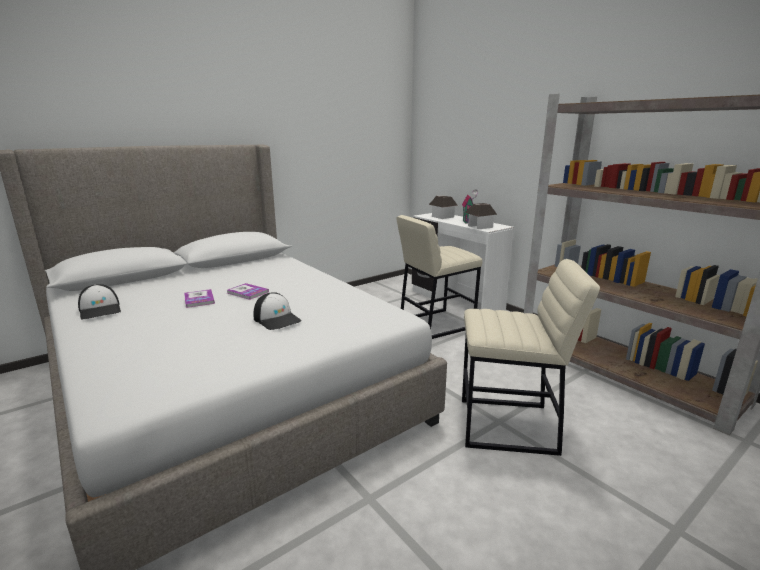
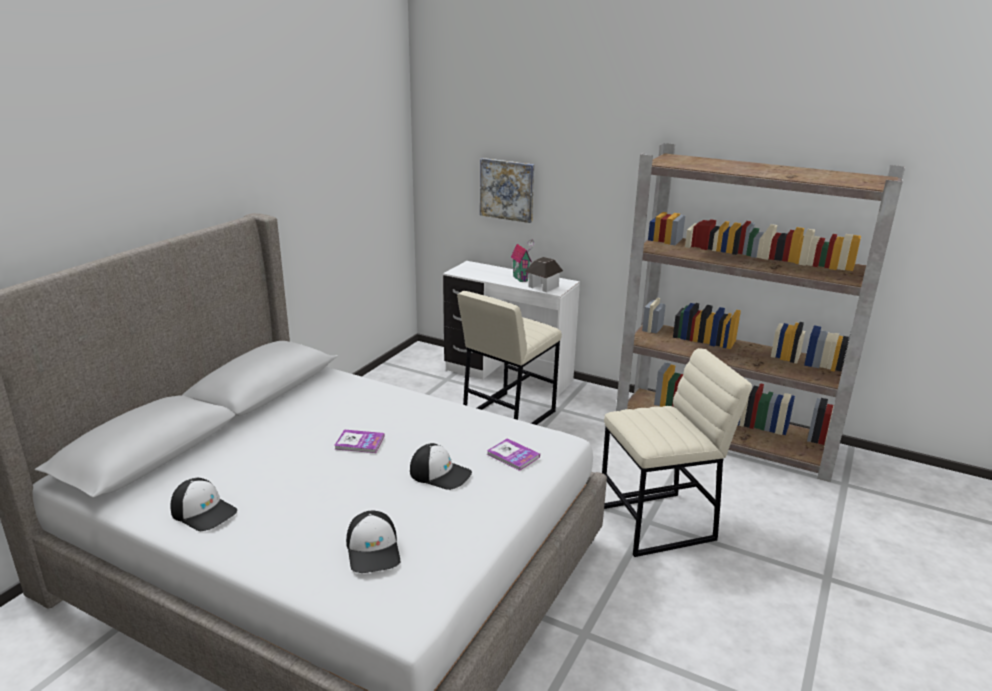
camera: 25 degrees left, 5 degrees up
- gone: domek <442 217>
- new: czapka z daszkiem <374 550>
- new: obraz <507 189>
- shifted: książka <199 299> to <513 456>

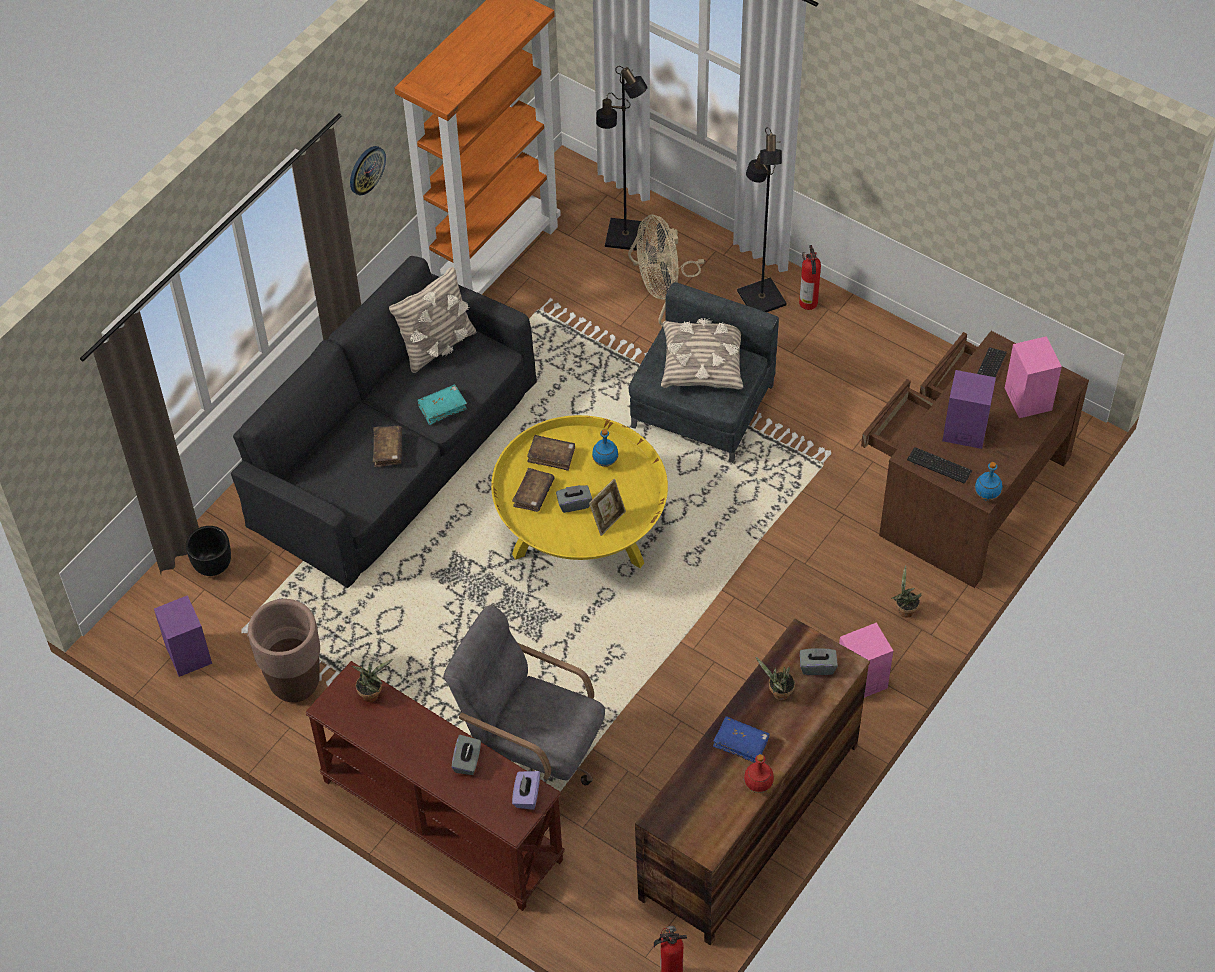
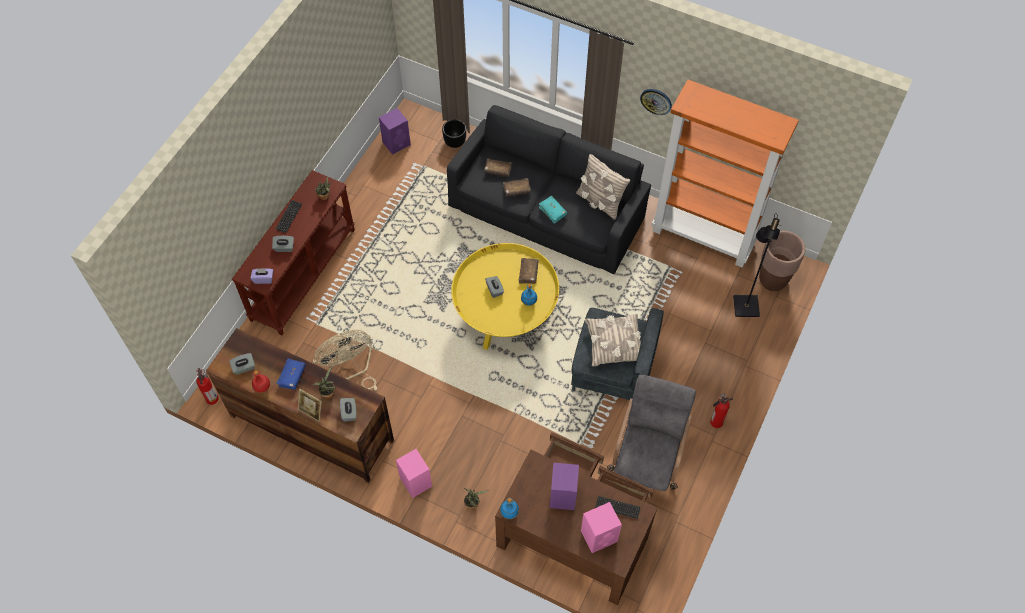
camera: 80 degrees right, 5 degrees up
- gone: lampa stojąca [czarny] <761 298>
- new: pudełko chusteczek [szary] <244 367>
- shifted: donica [brązowy] <294 683> to <773 280>
- shifted: krzesło biurowe [szary] <531 759> to <645 465>
- shifted: książka [brązowy] <533 494> to <497 170>
- shifted: ramka na zdjęcie <608 519> to <311 411>
- shifted: wentylator [beżowy] <664 288> to <351 369>
- shifted: klawiatura <939 466> to <289 217>

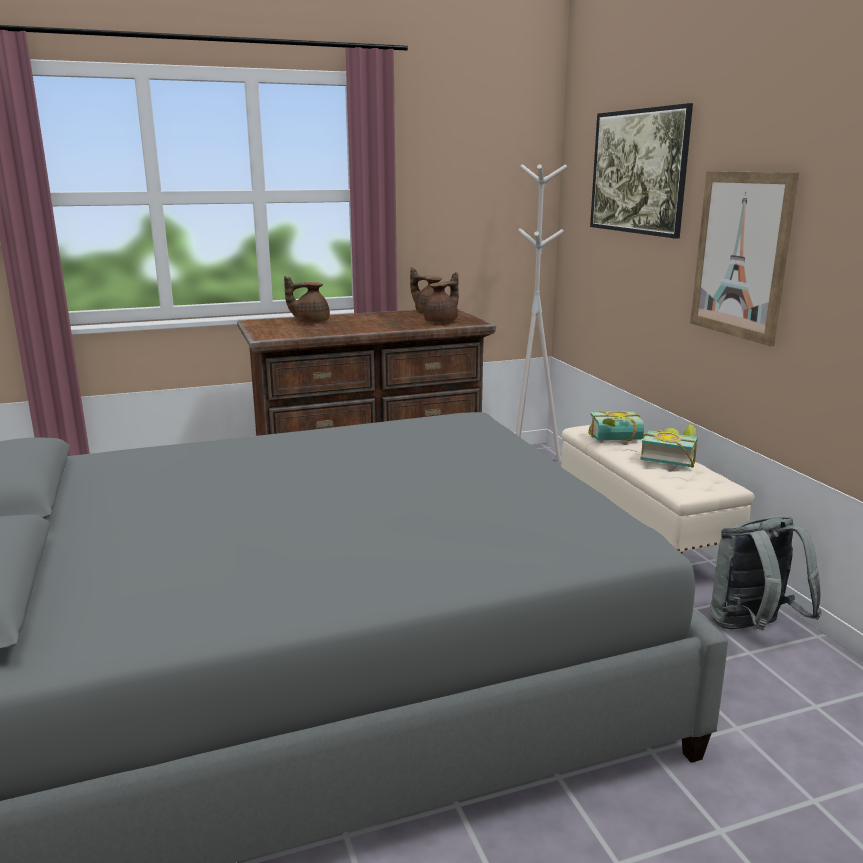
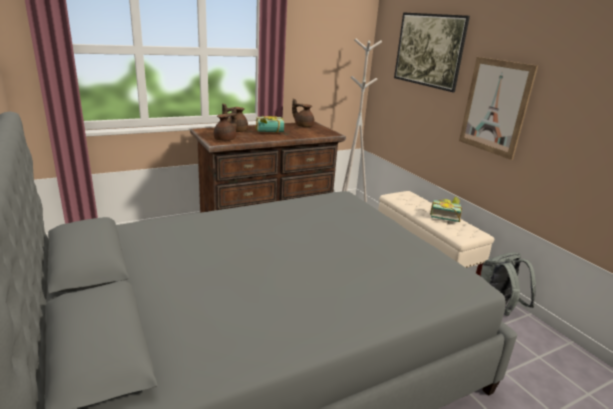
camera: 10 degrees left, 5 degrees up
- shifted: imbryk [brązowy] <442 321> to <226 139>
- shifted: książka <616 440> to <270 132>

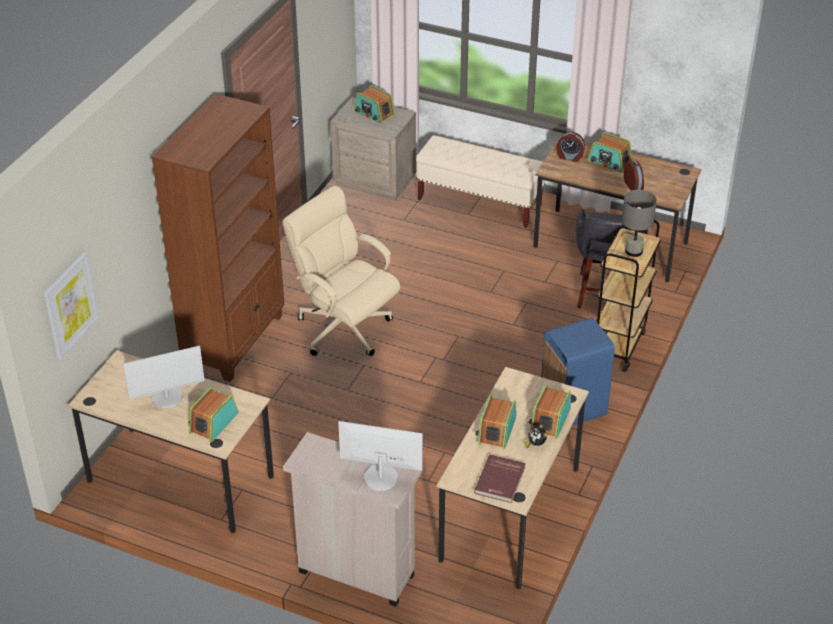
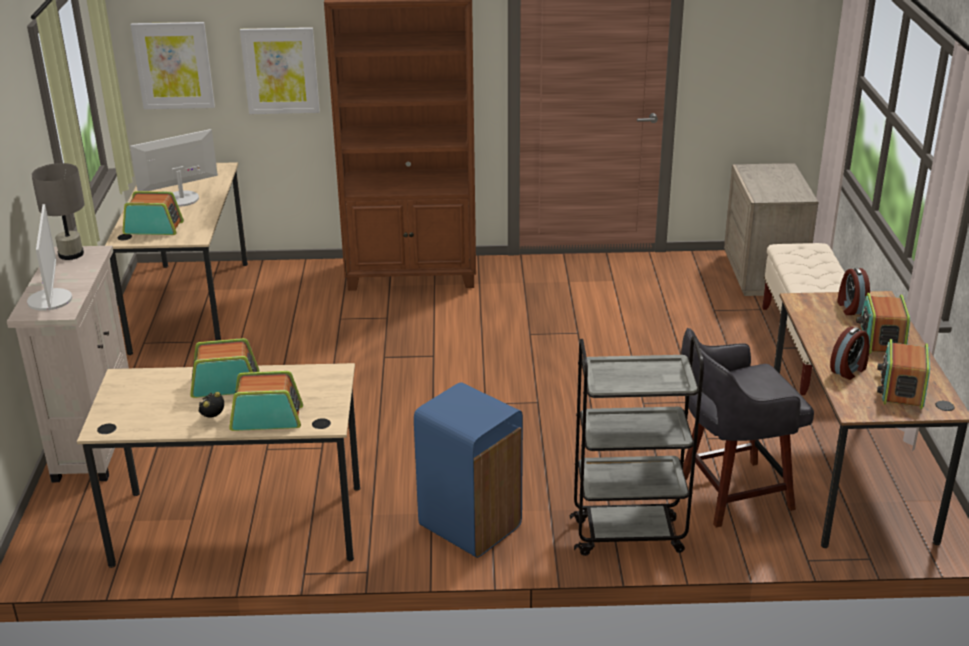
camera: 65 degrees right, 10 degrees down
- gone: krzesło biurowe [beżowy] <344 329>
- gone: książka [czerwony] <501 480>
- new: obraz <280 70>
- shifted: radio <374 113> to <901 389>
- shifted: lampa stołowa [szary] <634 251> to <70 254>
- repainted: wózek [brązowy] <619 349> to wózek [szary] <627 537>
- rotated: monitor <167 397> = <181 199> 105 degrees clockwise

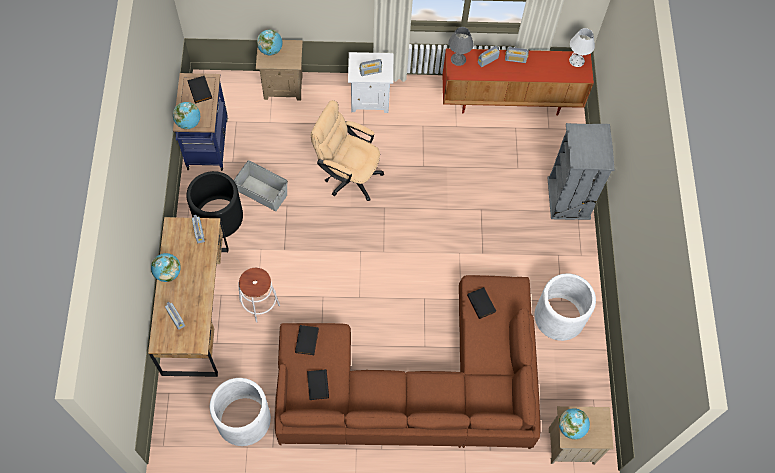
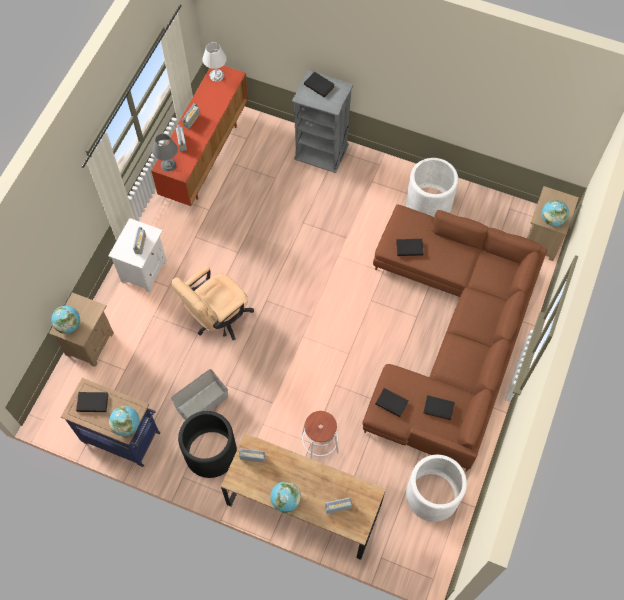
camera: 65 degrees left, 0 degrees up
- new: książka [czarny] <319 85>

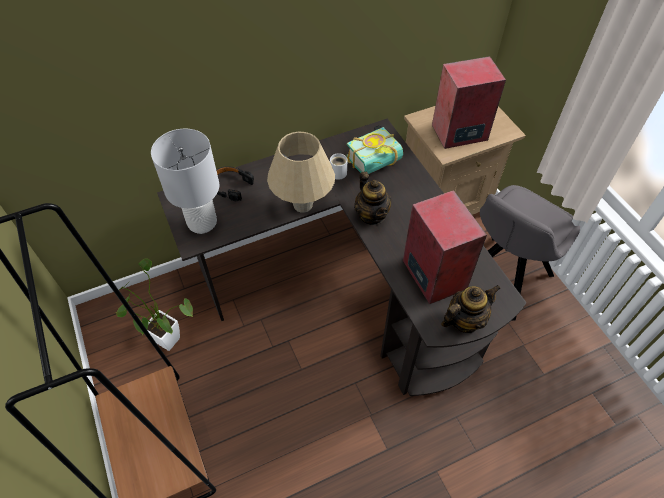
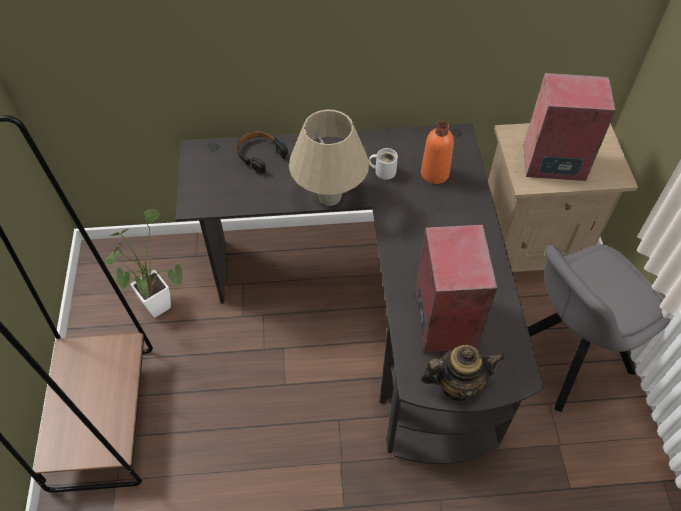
camera: 20 degrees right, 0 degrees up
- gone: lampa stołowa [szary] <203 224>
- gone: imbryk <372 215>
- swapped: książka <376 164> to butelka [pomarańczowy] <434 174>

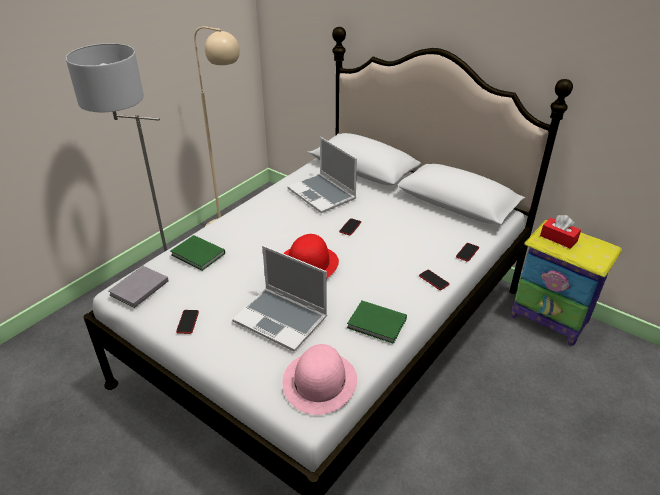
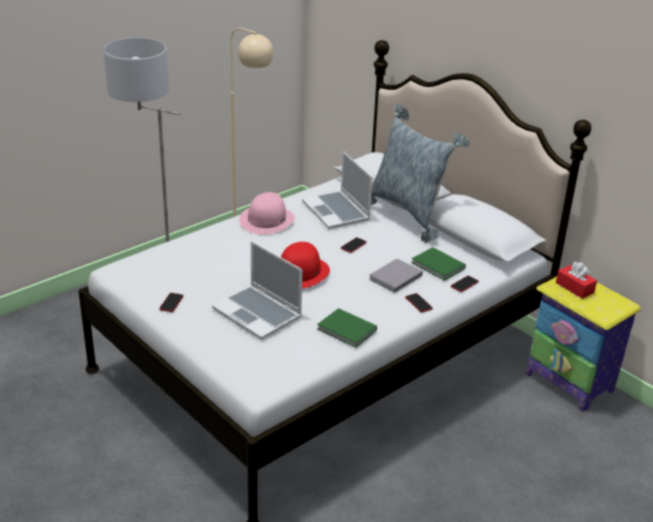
camera: 10 degrees right, 5 degrees down
- new: poduszka <408 218>
- shifted: książka [szary] <137 288> to <394 277>
- shifted: książka [zielony] <198 255> to <438 266>
- shifted: kapelusz [różowy] <319 381> to <267 220>

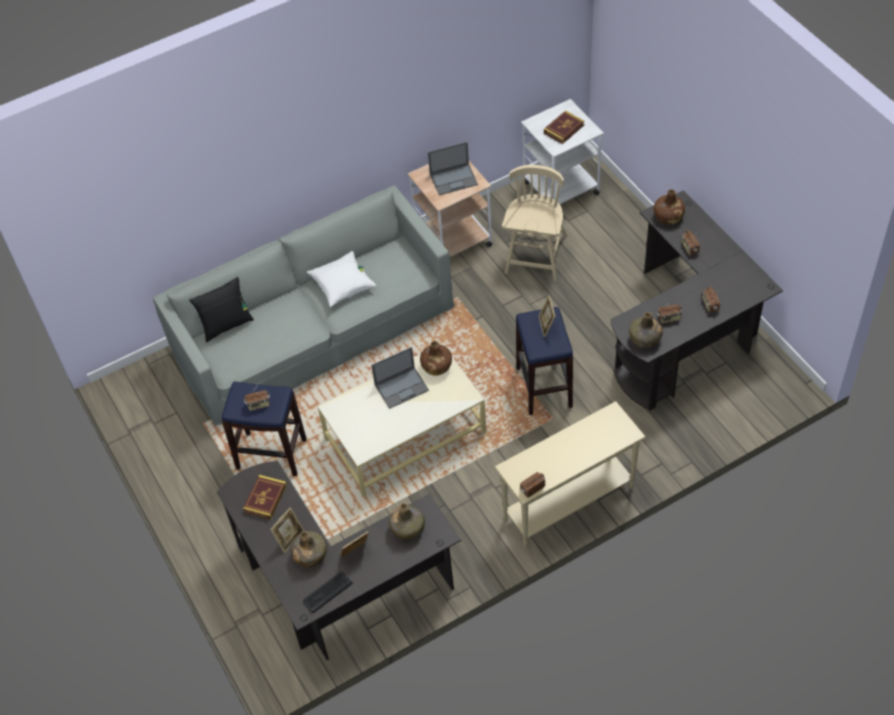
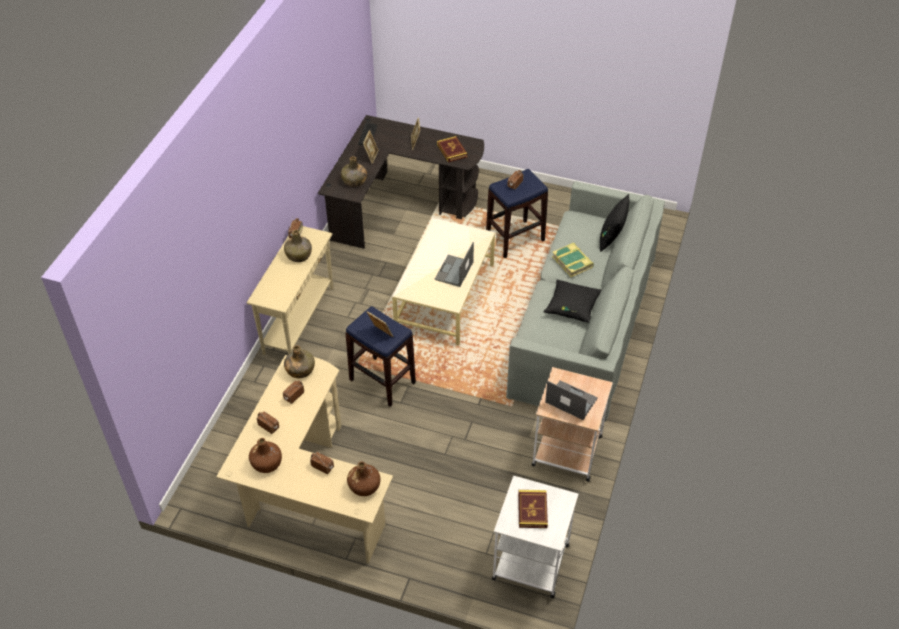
camera: 135 degrees right, 5 degrees down
- gone: krzesło [beżowy] <536 255>
- new: książka <572 262>
- shifted: butelka [zielony] <310 555> to <299 255>
- shifted: butelka [brązowy] <436 366> to <267 463>
- repainted: poduszka [biały] <342 285> to poduszka [czarny] <572 307>
- repainted: biurko [czarny] <686 333> to biurko [beżowy] <307 490>
- rotated: laptop <454 179> = <570 400> 90 degrees clockwise

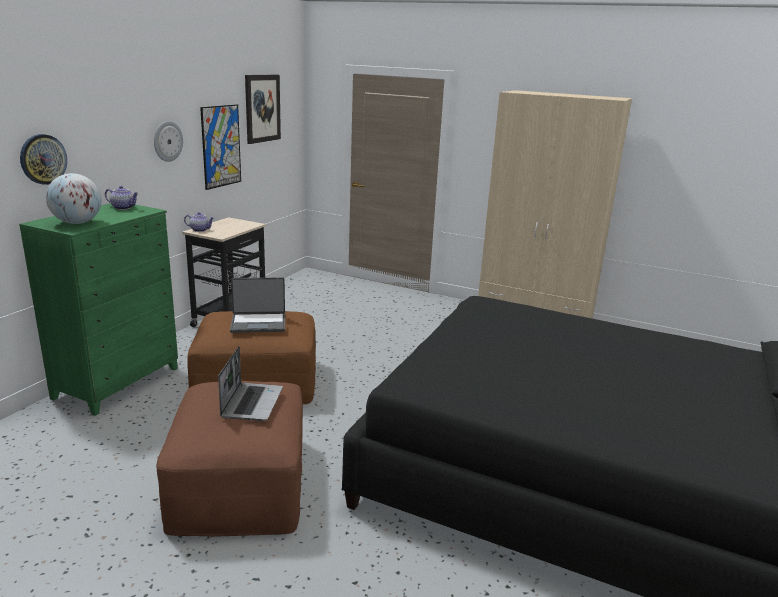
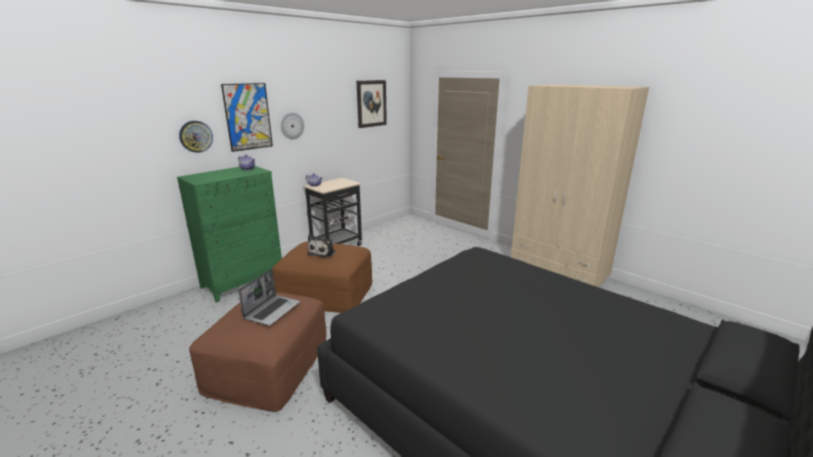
camera: 20 degrees right, 0 degrees up
- gone: globus <77 223>
- shifted: obraz <221 146> to <248 117>
- swapped: laptop <258 323> to pluszak <323 252>

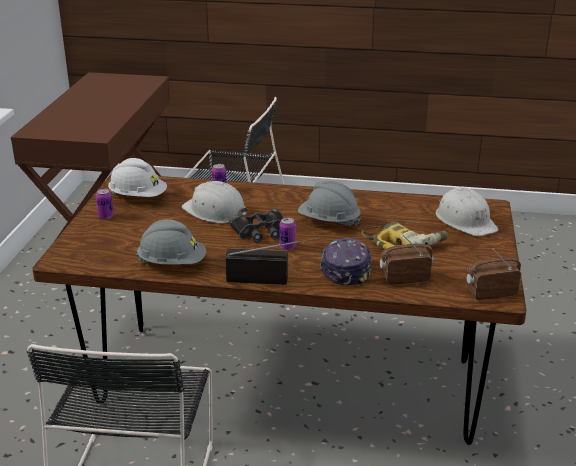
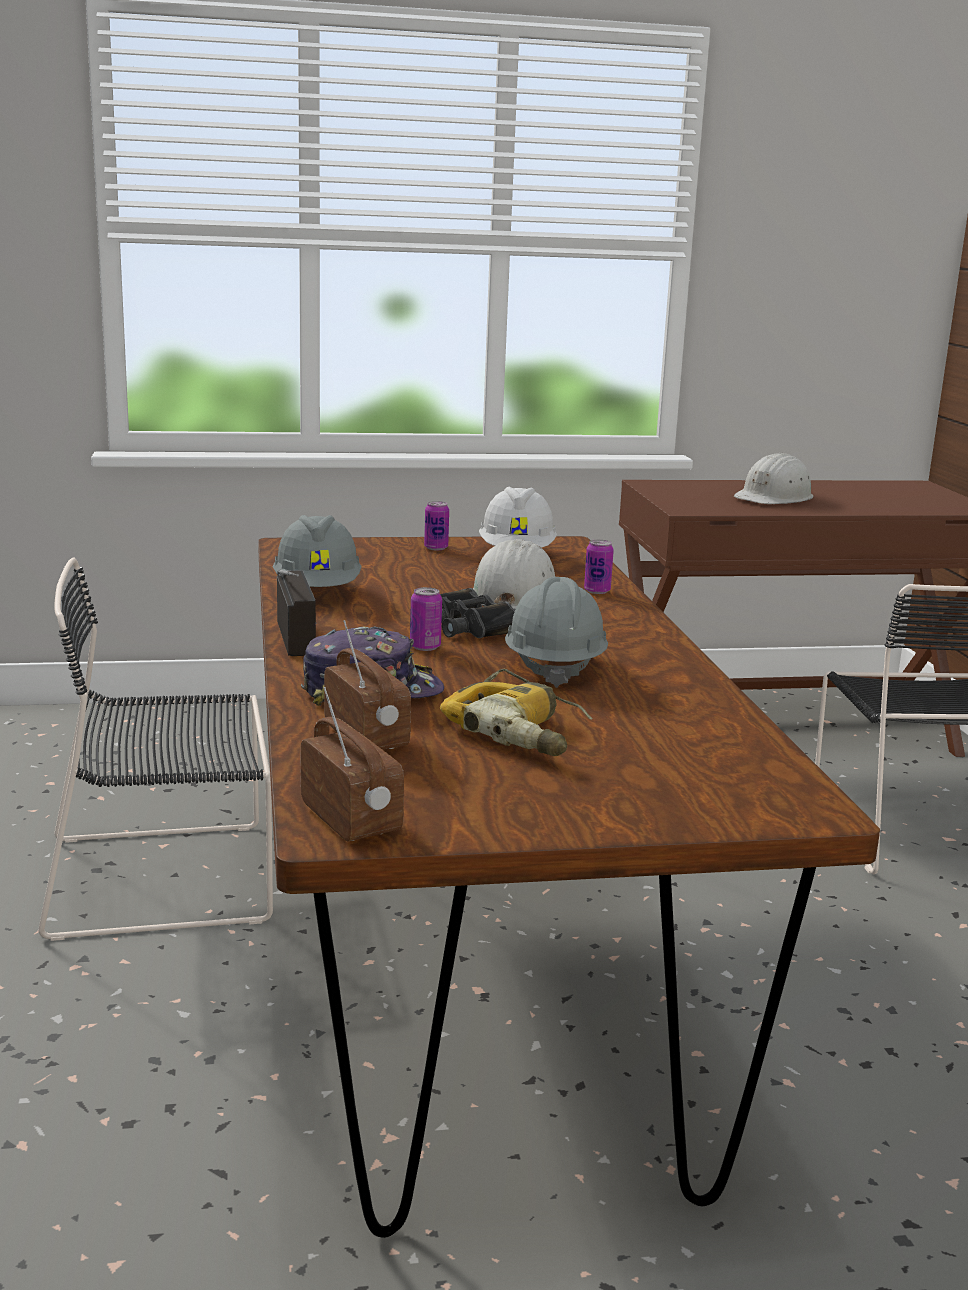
camera: 70 degrees right, 10 degrees down
- shifted: kask [biały] <465 220> to <774 497>

